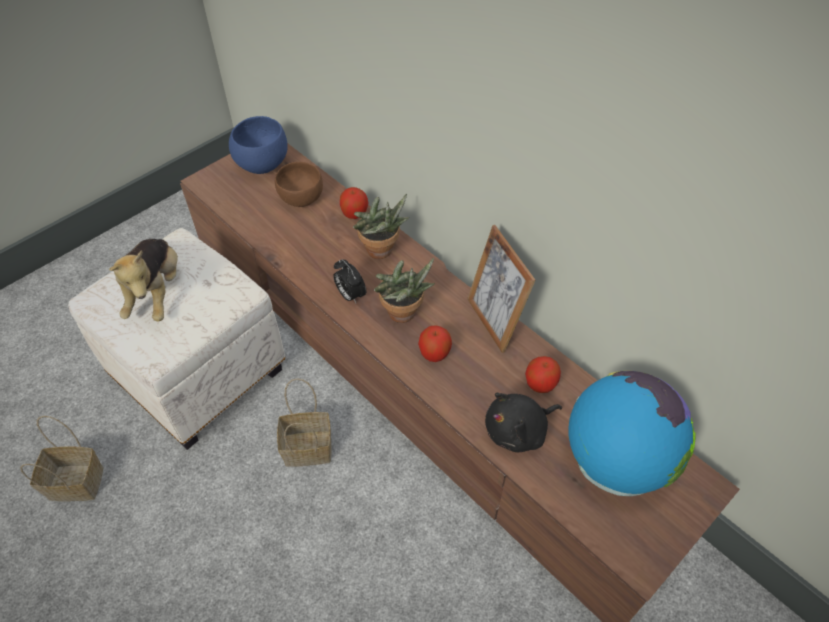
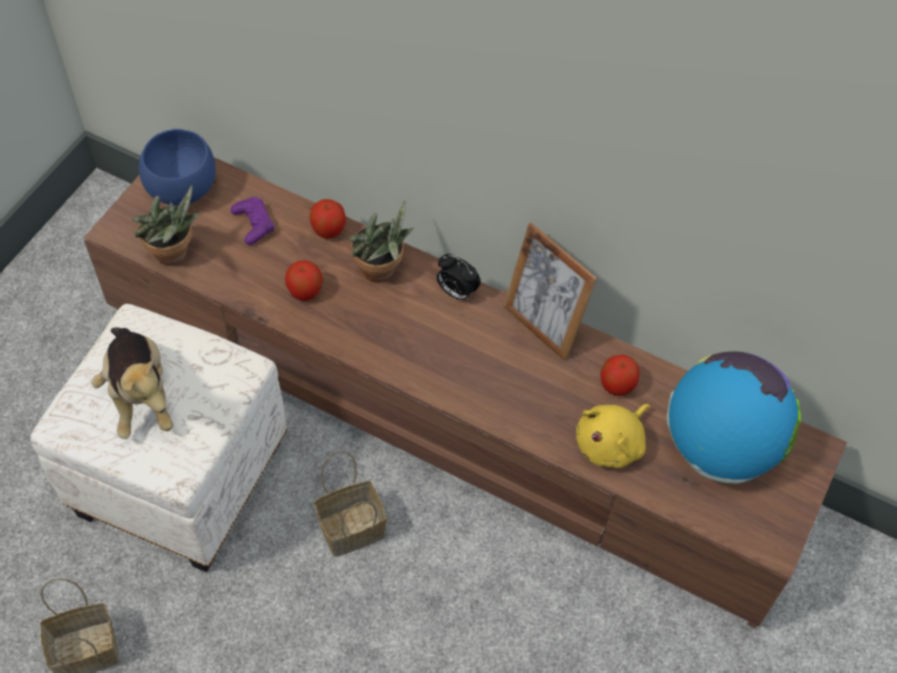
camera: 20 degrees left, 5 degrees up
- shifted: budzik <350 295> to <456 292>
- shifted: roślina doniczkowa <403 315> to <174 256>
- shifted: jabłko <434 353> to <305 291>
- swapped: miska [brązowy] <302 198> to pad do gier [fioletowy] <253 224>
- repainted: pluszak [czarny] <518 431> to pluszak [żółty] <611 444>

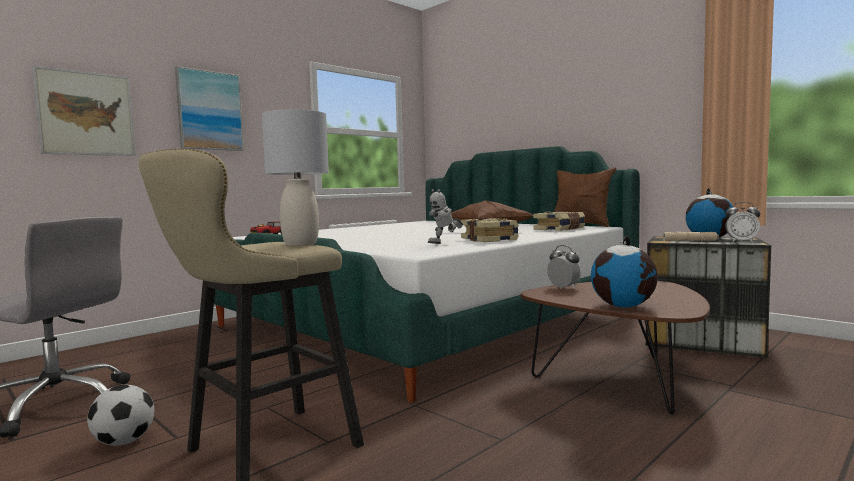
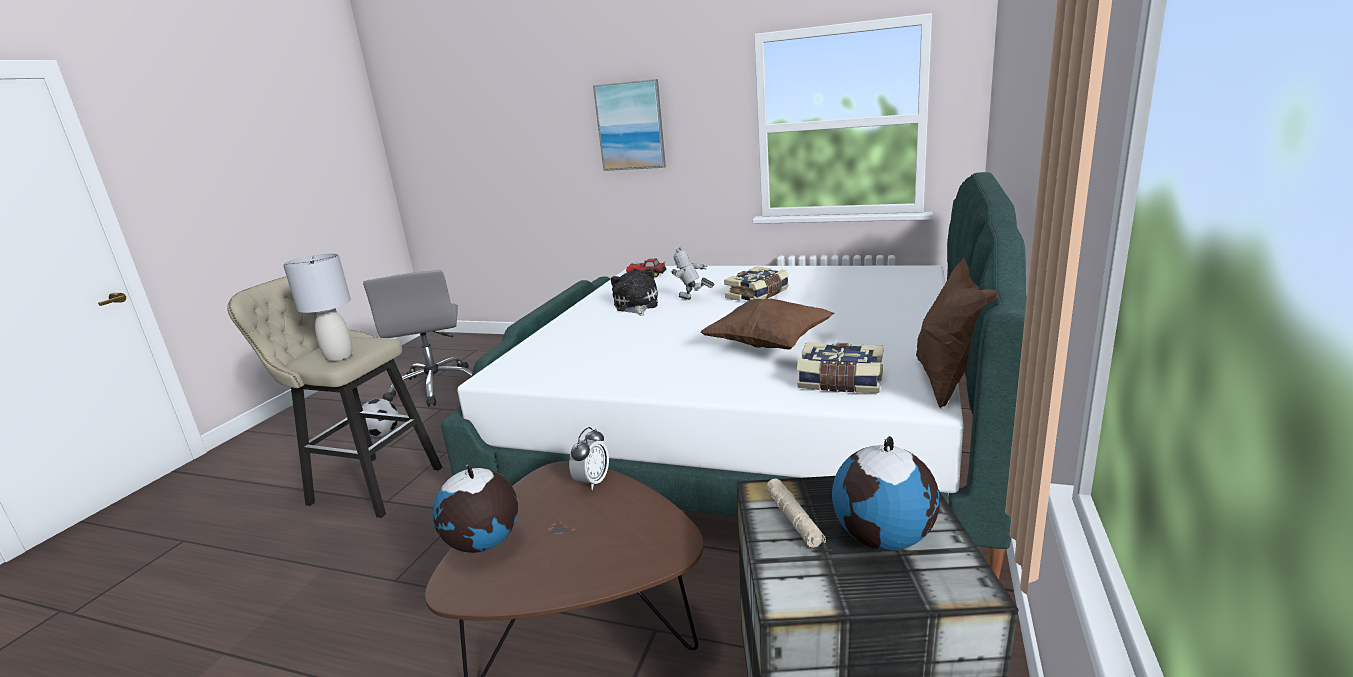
camera: 65 degrees right, 15 degrees up
- gone: obraz <86 113>
- gone: budzik <741 241>
- new: pluszak <636 306>
- shifted: robot zabawkowy <445 243> to <692 300>
- shifted: książka <490 240> to <758 295>

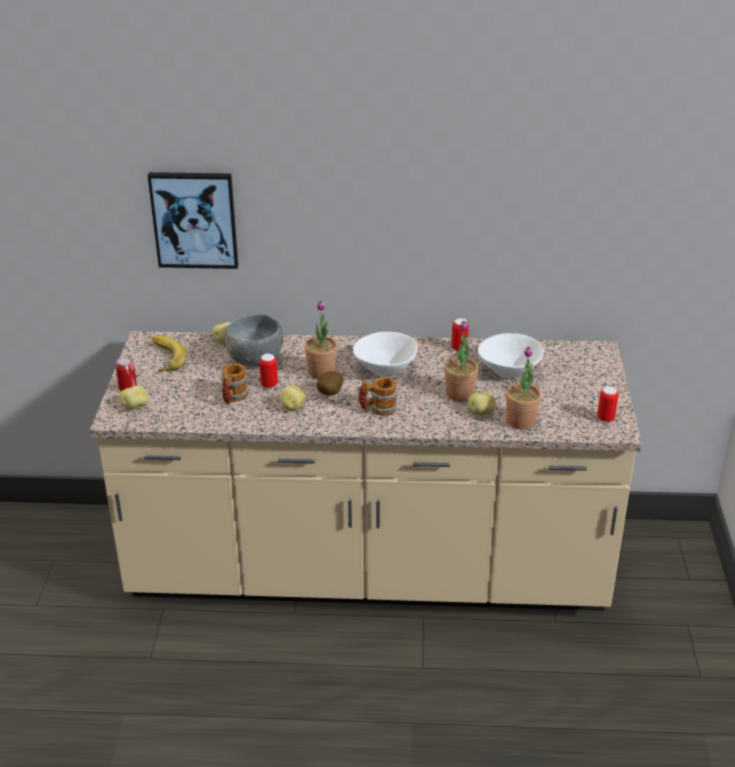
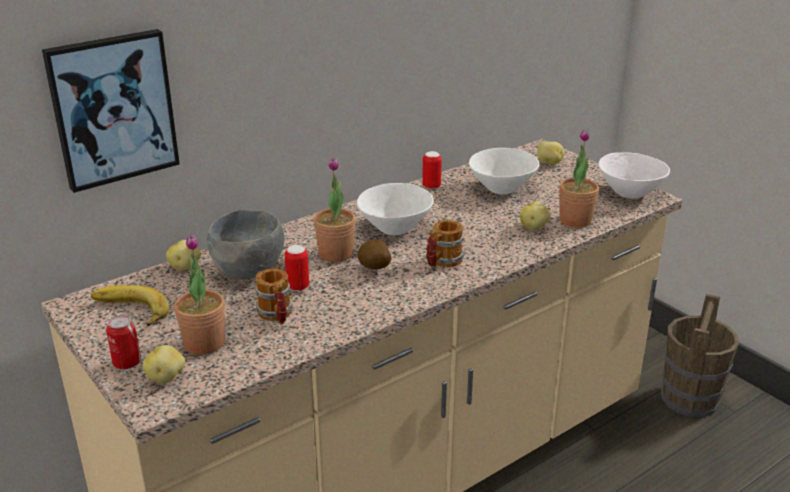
camera: 40 degrees left, 5 degrees down
- new: wiadro [brązowy] <689 398>
- shifted: ziemniak <292 407> to <549 163>
- shifted: roślina doniczkowa <459 394> to <204 343>
- swapped: puszka <605 418> to miska [biały] <629 192>

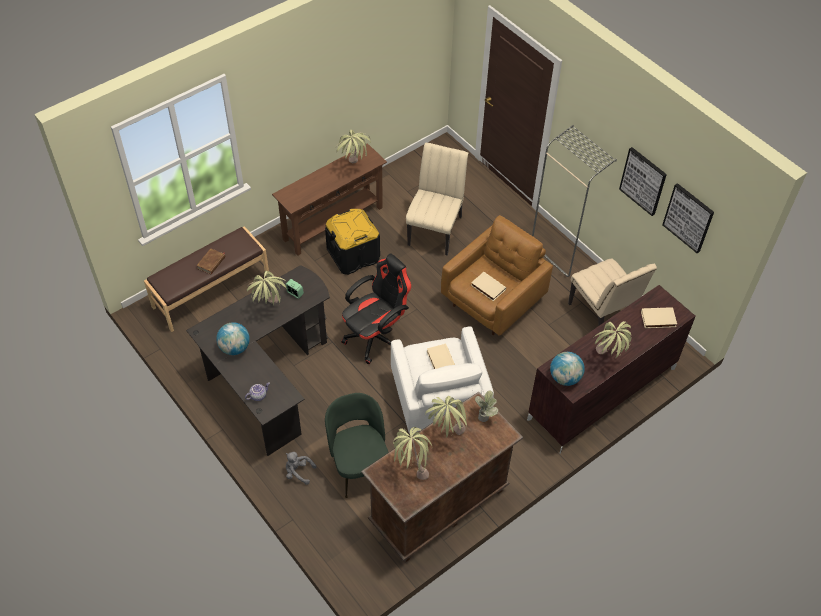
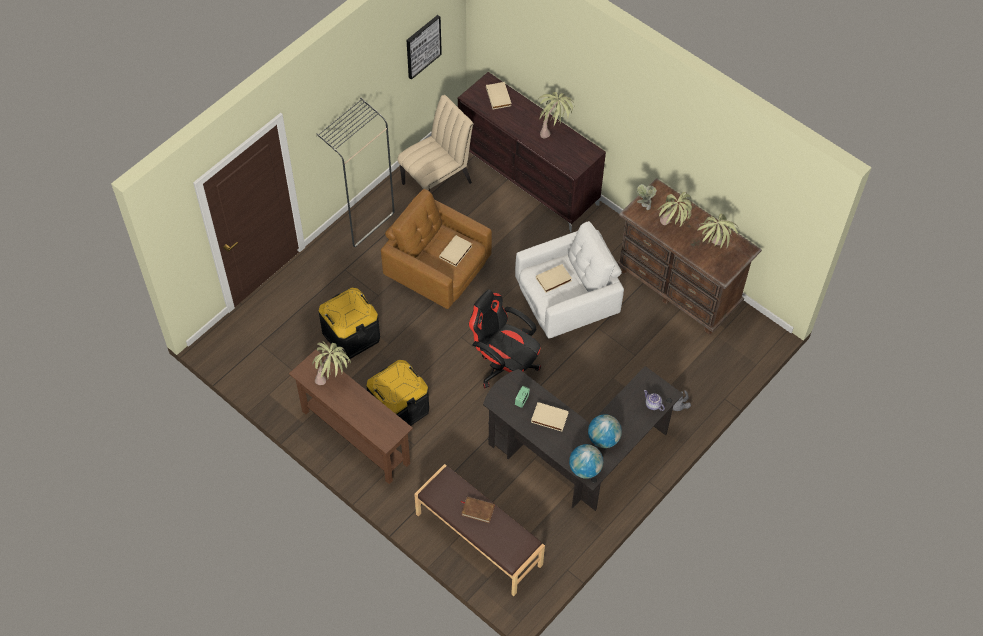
camera: 100 degrees left, 5 degrees up
- gone: krzesło [zielony] <359 468>
- gone: obraz <643 181>
- shifted: globus <565 378> to <585 468>
- swapped: roślina doniczkowa <270 310> to książka [beżowy] <549 418>
- swapped: krzesło [beżowy] <435 231> to pojemnik do przechowywania [czarny] <351 335>

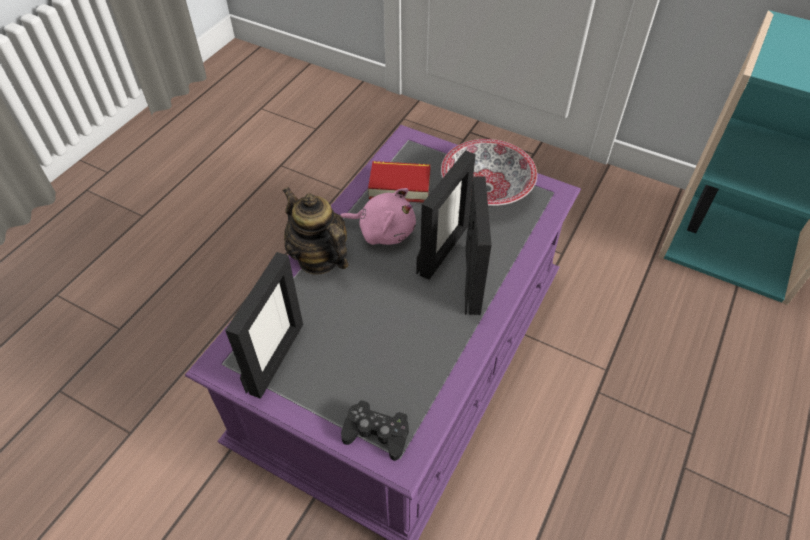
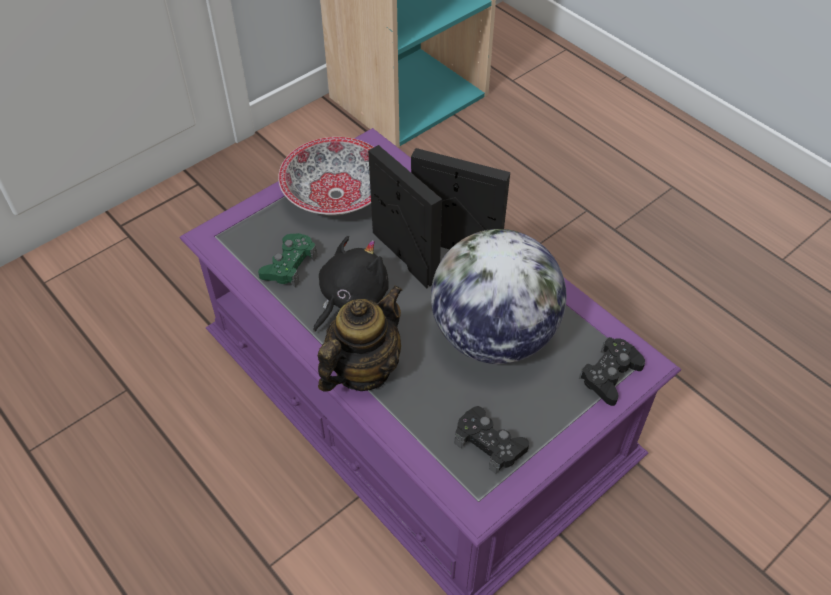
camera: 70 degrees left, 0 degrees up
- new: globus <493 336>
- swapped: ramka na zdjęcie <275 357> to pad do gier [czarny] <489 443>
- swapped: książka <400 186> to pad do gier [zielony] <289 265>
- repainted: pluszak [różowy] <383 231> to pluszak [czarny] <351 299>
- rotated: imbryk <319 258> = <362 370> 150 degrees clockwise

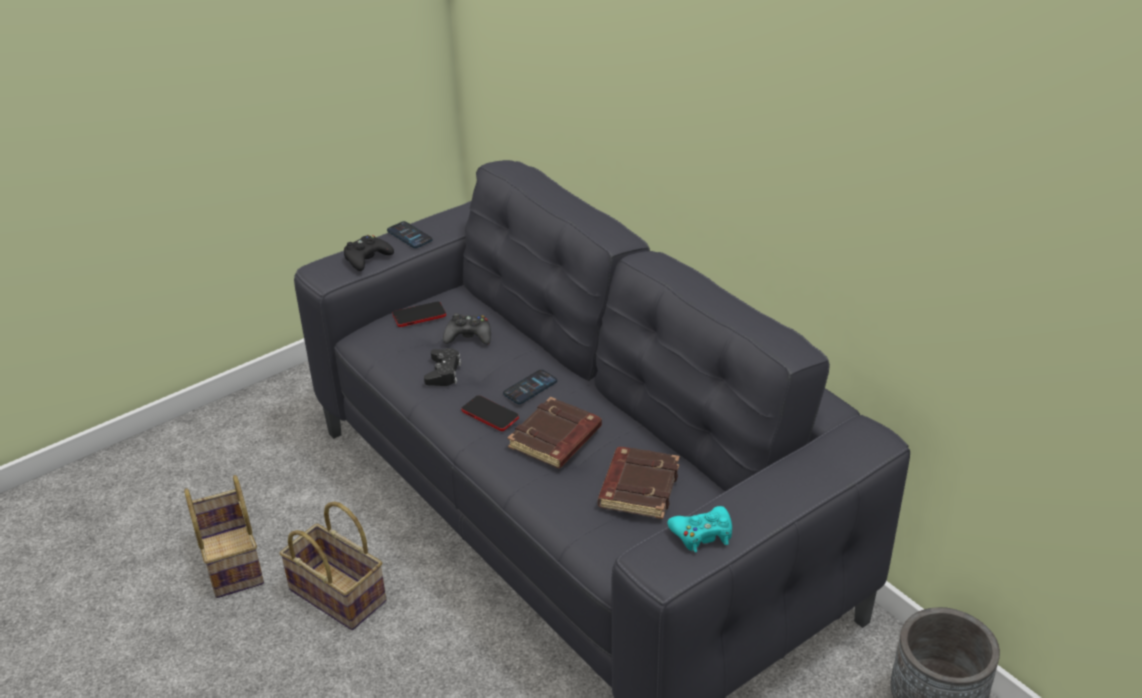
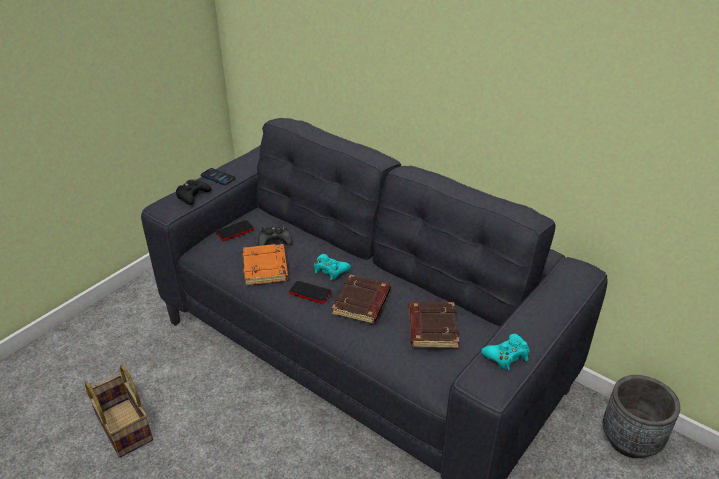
camera: 15 degrees left, 0 degrees up
- gone: koszyk <341 595>
- swapped: pad do gier [czarny] <443 372> to książka [pomarańczowy] <266 268>
- swapped: telefon <530 388> to pad do gier [turkusowy] <330 270>

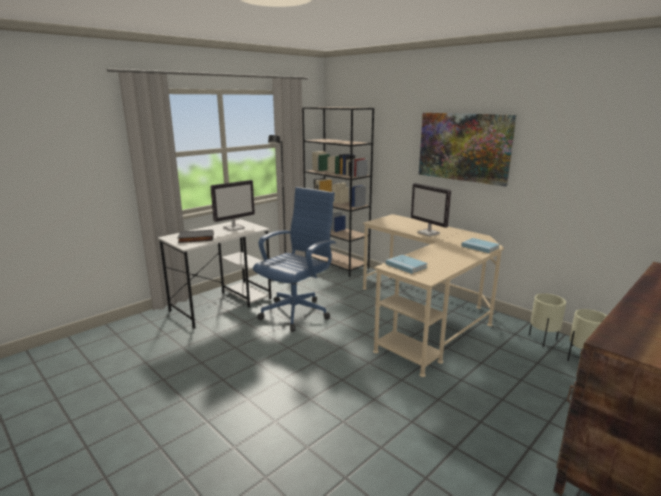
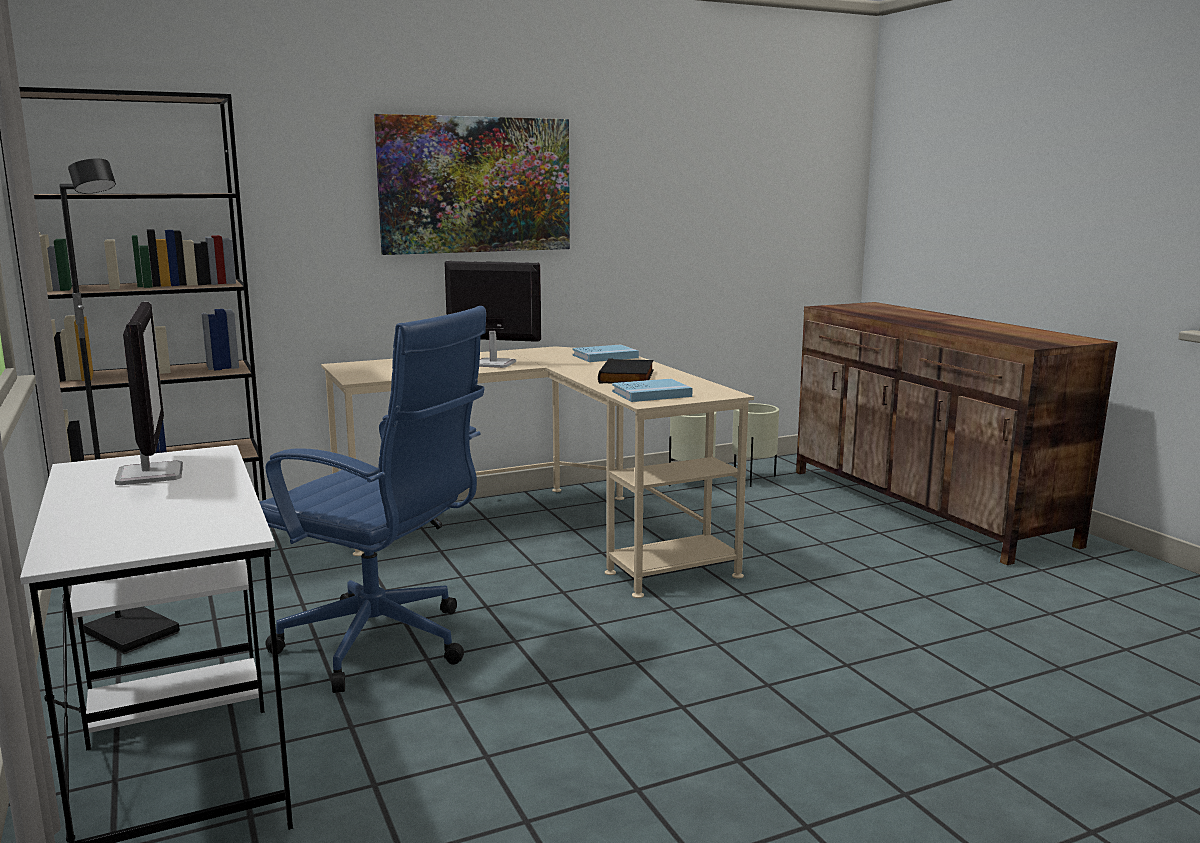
camera: 70 degrees left, 5 degrees down
- shifted: książka [czarny] <196 239> to <628 377>
- rotated: krzesło biurowe [niebieski] <297 312> = <384 646> 150 degrees clockwise
- rotated: monitor <429 233> = <493 364> 150 degrees counterclockwise

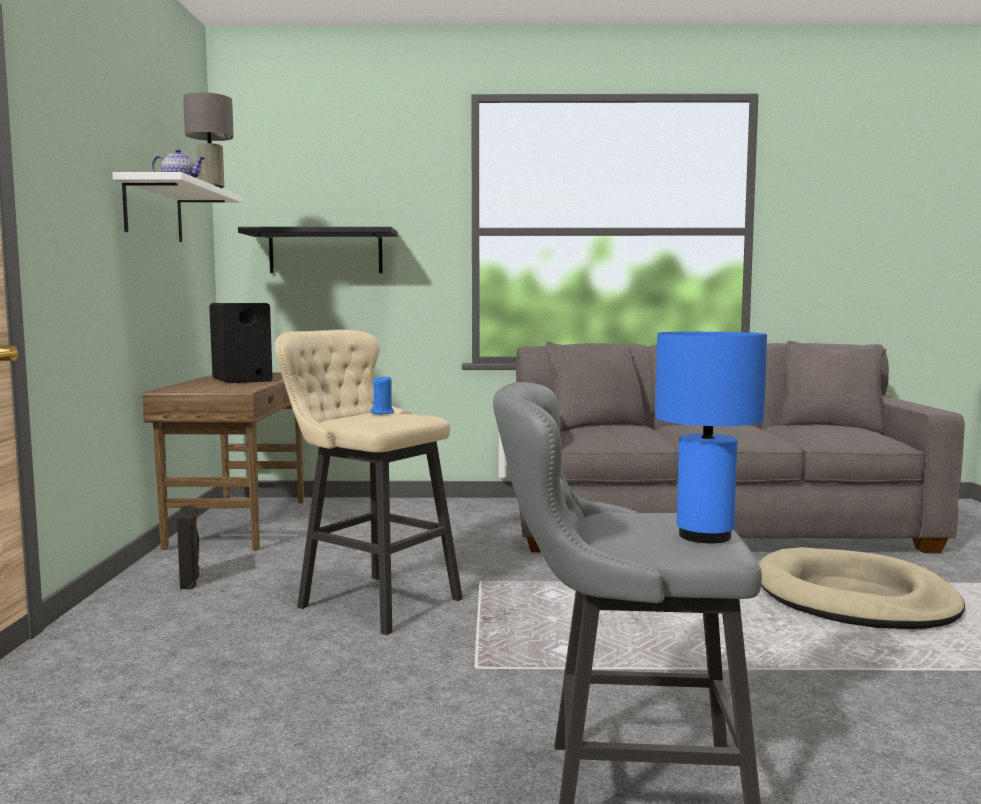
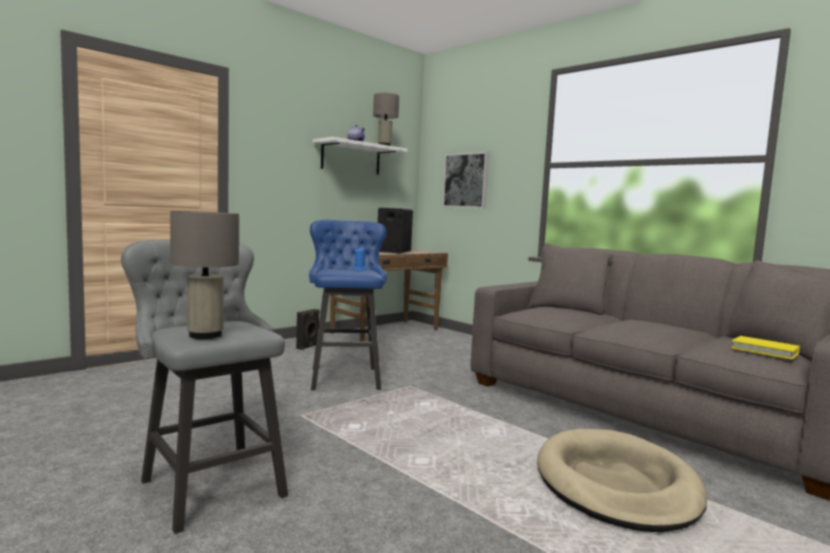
camera: 45 degrees right, 0 degrees up
- new: książka [żółty] <764 351>
- swapped: półka [czarny] <326 252> to obraz <466 180>
- repainted: stołek [beżowy] <367 599> to stołek [niebieski] <345 375>
- repainted: lampa stołowa [niebieski] <706 536> to lampa stołowa [szary] <205 335>

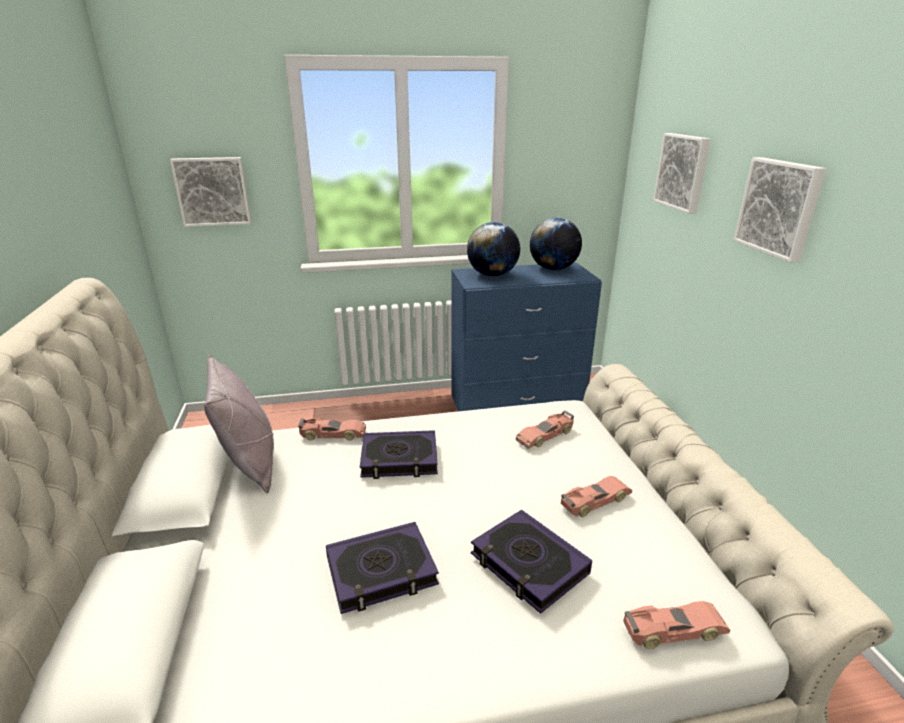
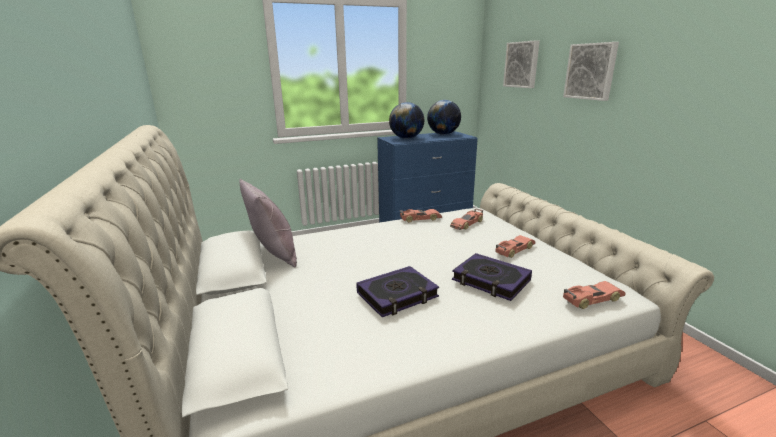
camera: 10 degrees left, 5 degrees down
- gone: obraz <213 191>
- gone: książka <399 459>
- shifted: samochodzik <333 434> to <420 219>

